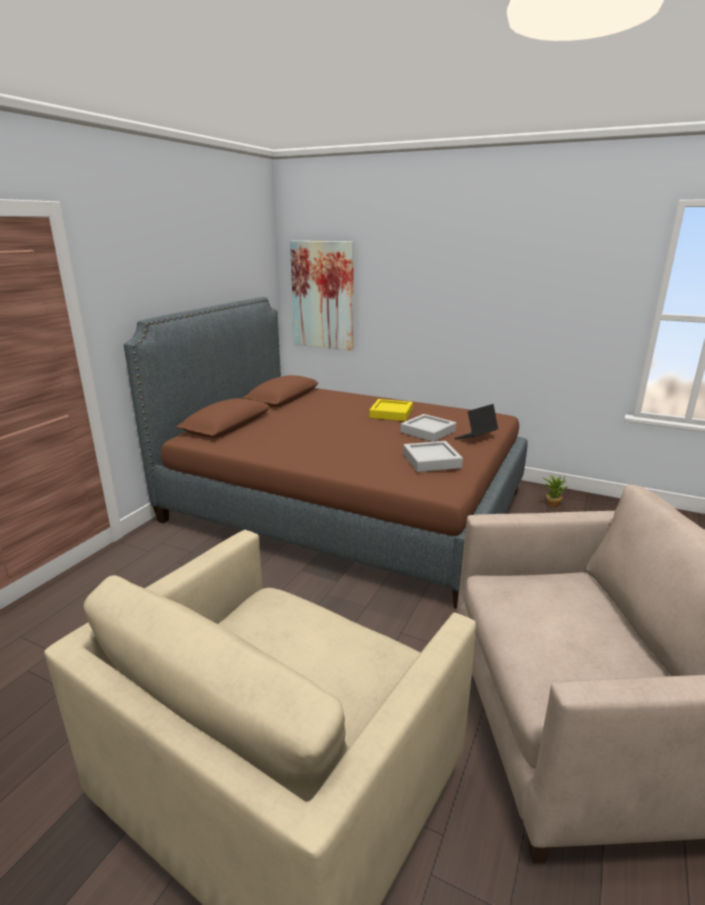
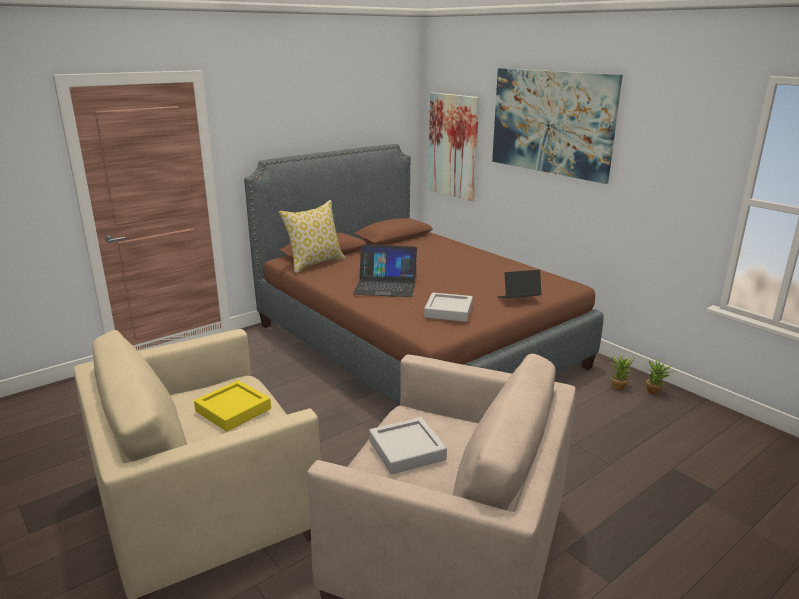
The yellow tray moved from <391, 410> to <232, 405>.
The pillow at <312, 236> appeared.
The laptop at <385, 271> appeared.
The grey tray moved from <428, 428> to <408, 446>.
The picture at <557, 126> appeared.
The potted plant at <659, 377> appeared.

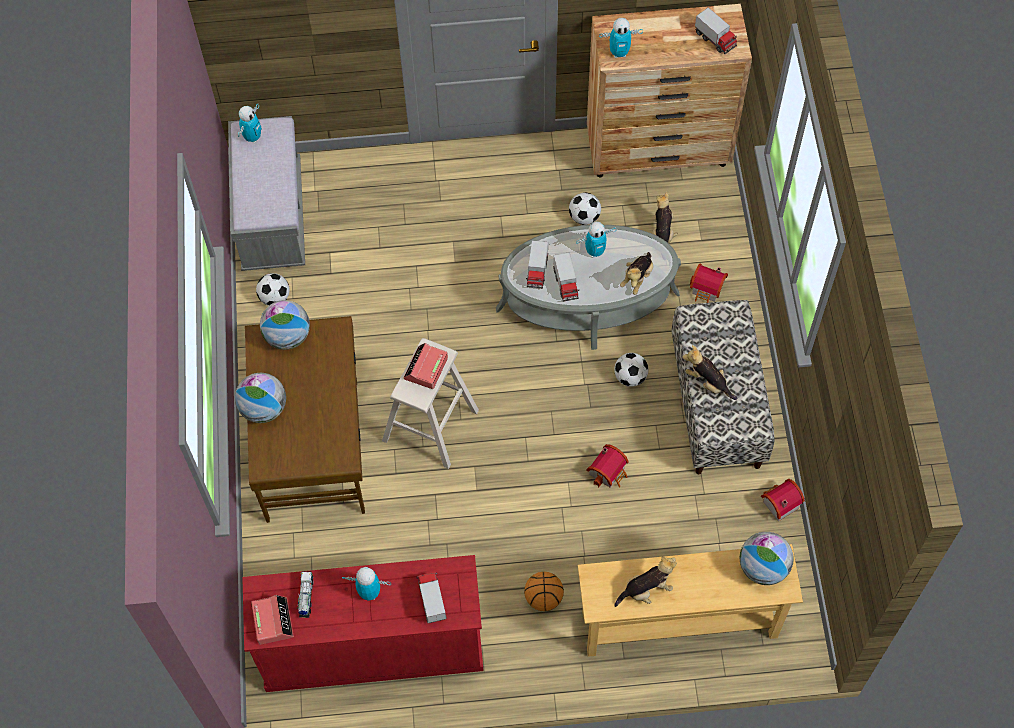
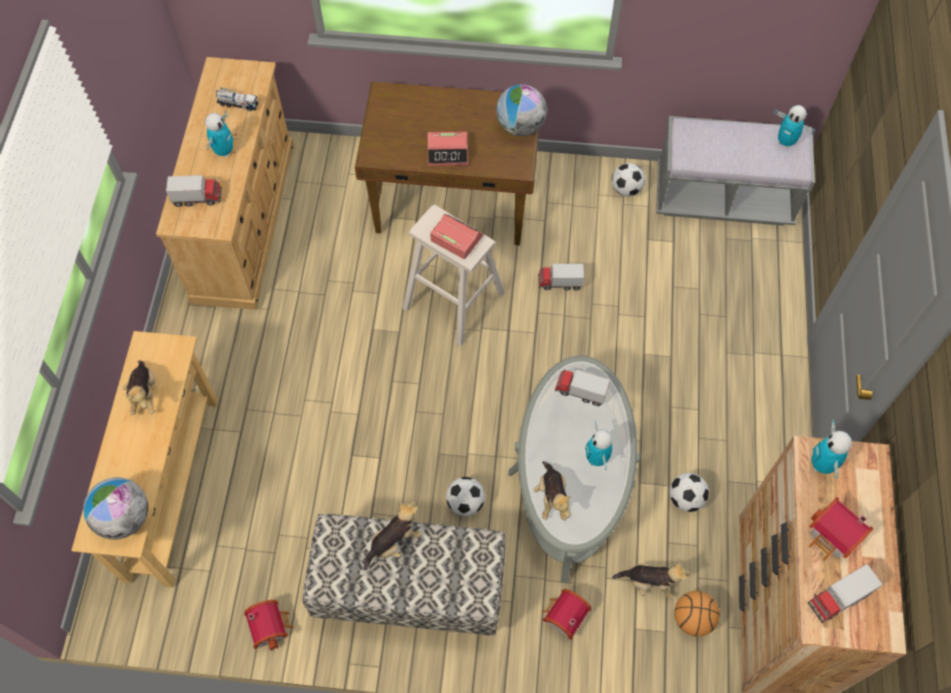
The red dresser at <362, 623> became the beige dresser at <225, 183>.
The alarm clock moved from <272, 620> to <447, 149>.
The plush toy at <636, 273> turned 135 degrees counterclockwise.
The toy truck moved from <566, 277> to <561, 277>.
The basketball moved from <544, 591> to <697, 614>.
The toy house moved from <607, 466> to <841, 528>.
The globe at <260, 398> disappeared.

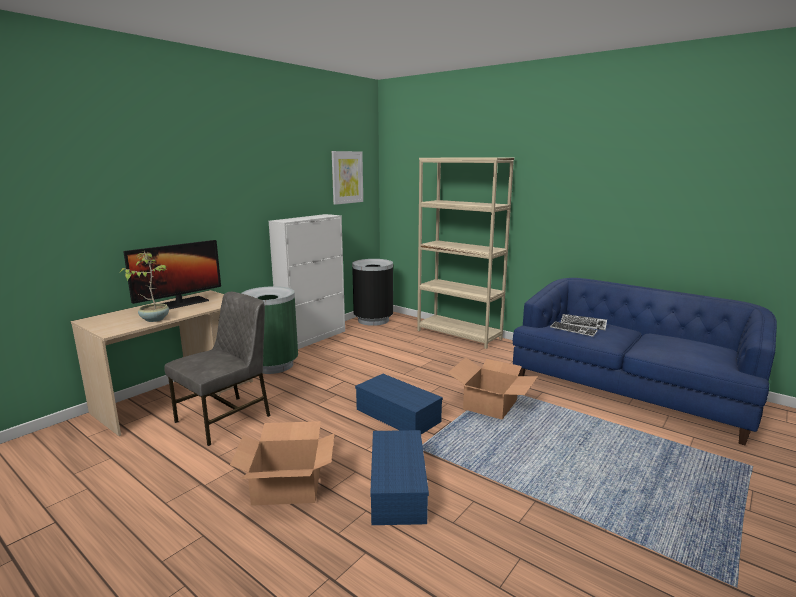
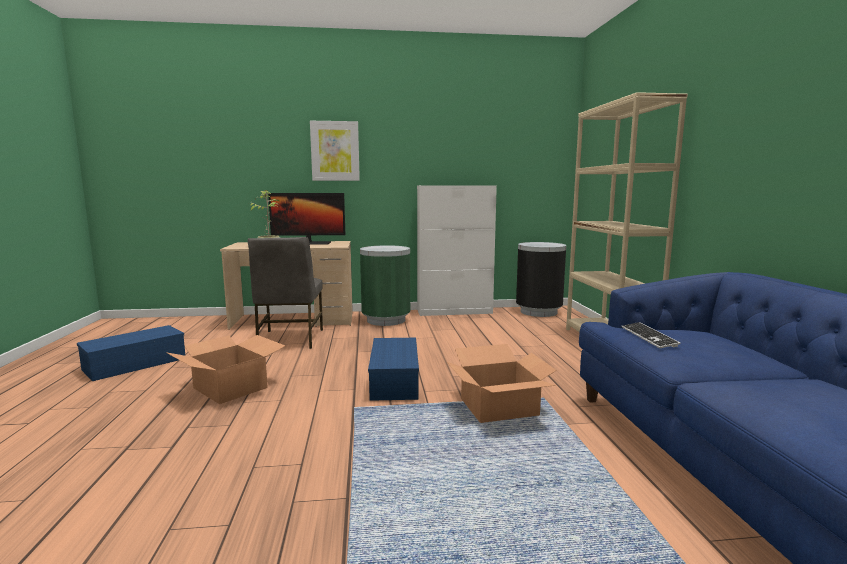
The blue storage box moved from <399, 477> to <131, 353>.
The grey chair at <217, 369> turned 90 degrees clockwise.
The picture moved from <347, 178> to <335, 151>.
The keyboard at <584, 322> disappeared.

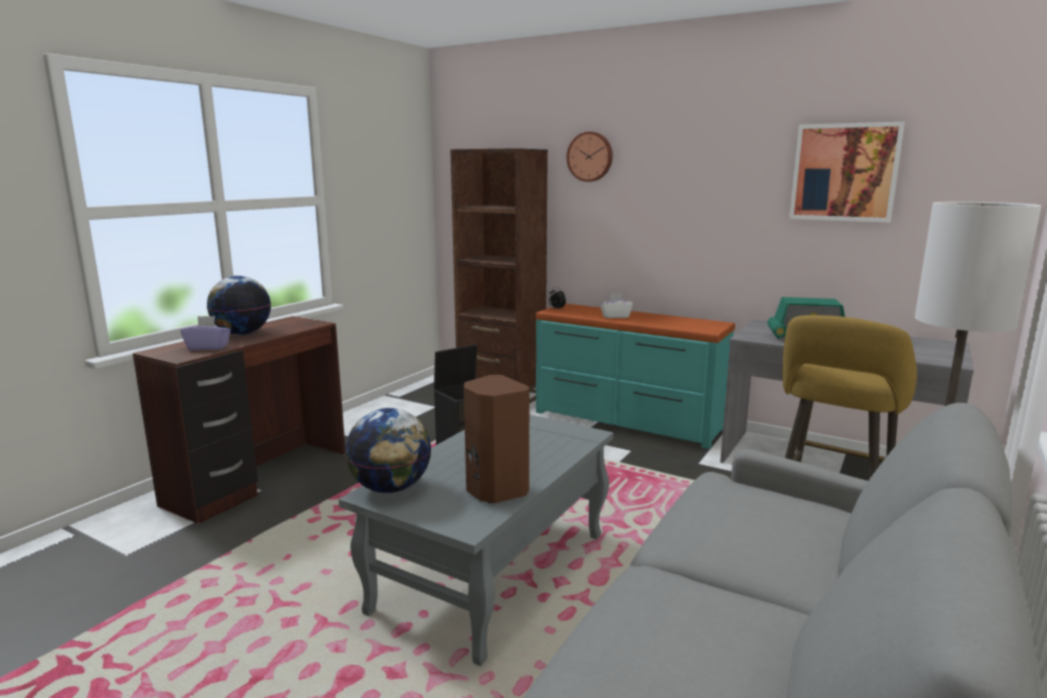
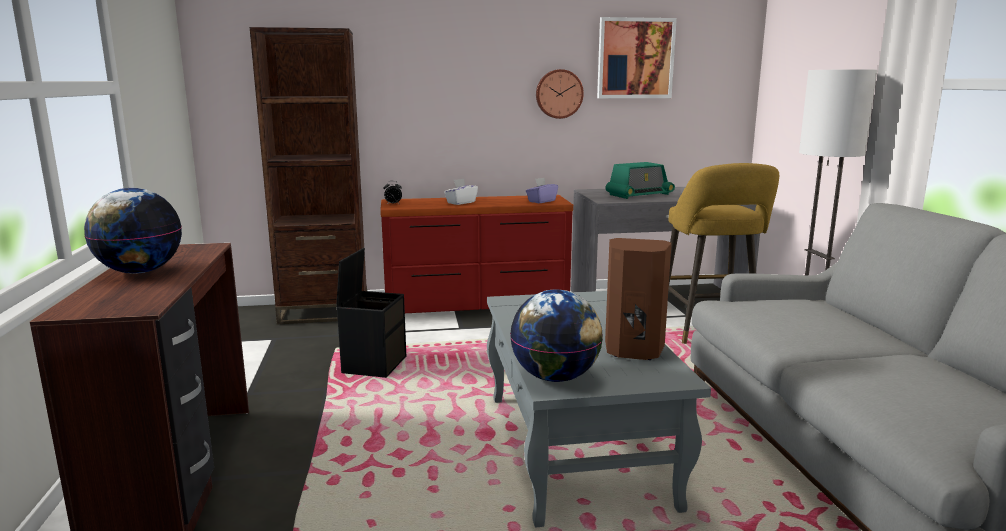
The turquoise dresser at <635, 376> became the red dresser at <476, 254>.
The purple tissue box moved from <205, 333> to <542, 190>.
The wall clock moved from <590, 157> to <560, 94>.

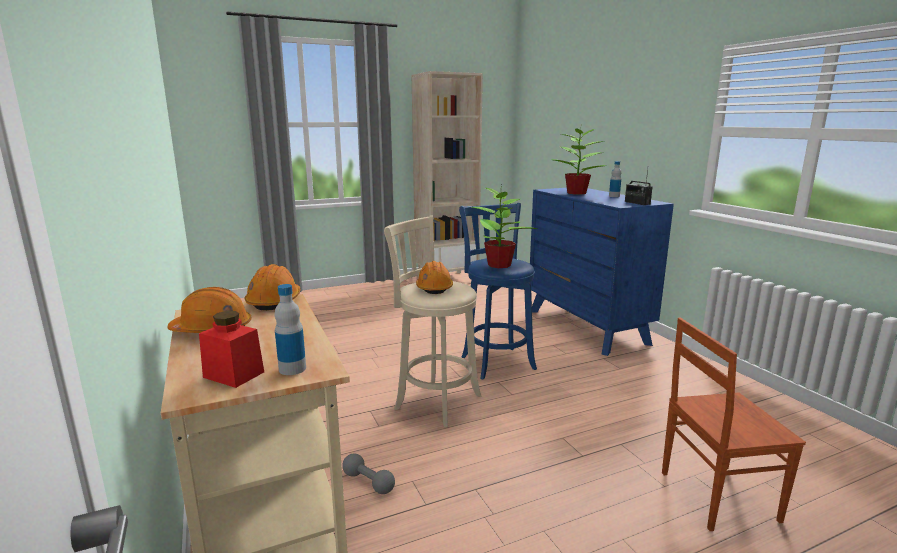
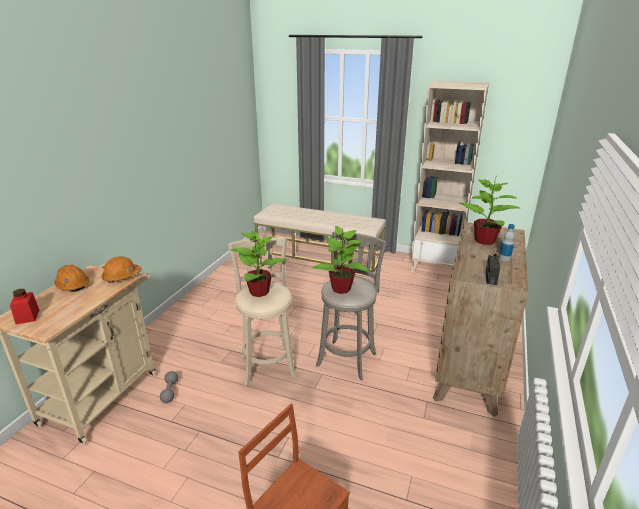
The orange hard hat at <434, 277> was replaced by the potted plant at <259, 264>.
The beige bench at <320, 238> appeared.
The blue stool at <498, 291> became the grey stool at <351, 306>.
The blue dresser at <601, 272> became the brown dresser at <480, 319>.
The bottle at <290, 329> disappeared.

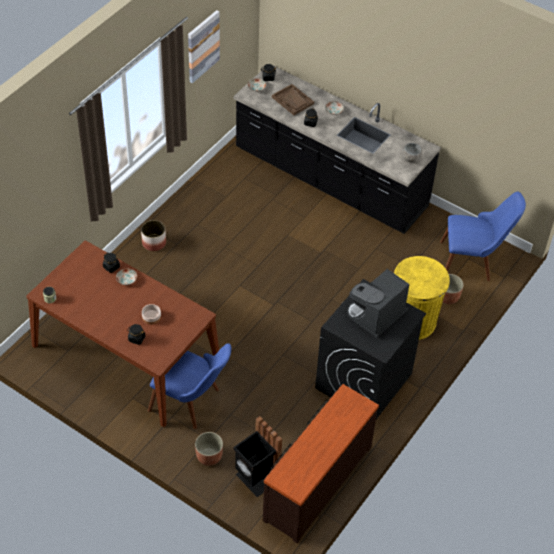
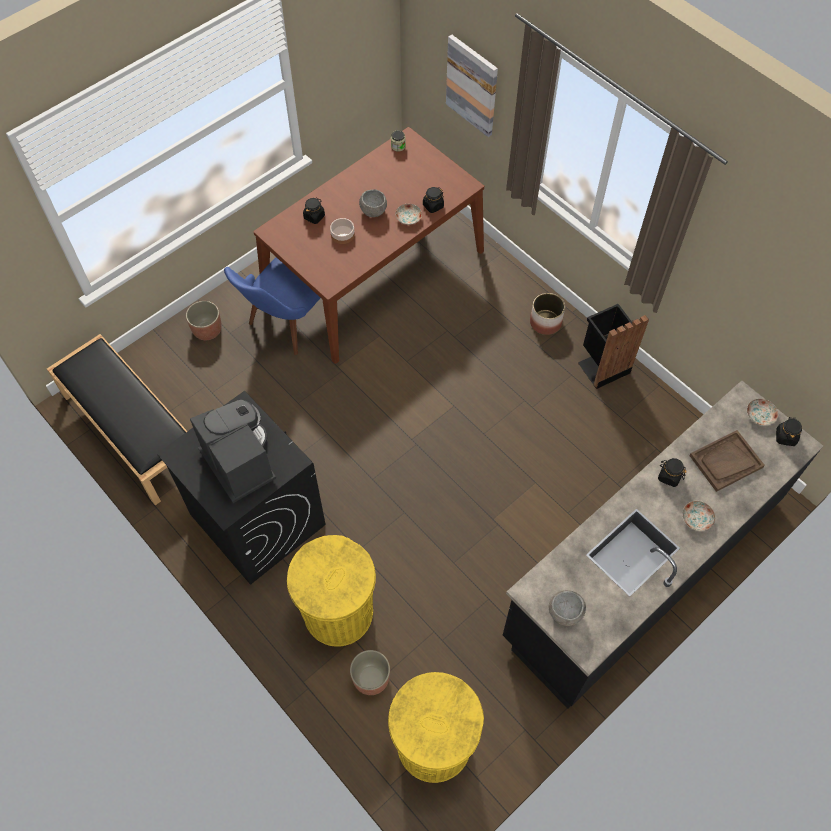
The brown dresser at <321, 463> was replaced by the black bench at <117, 419>.
The grey bowl at <373, 203> appeared.
The blue chair at <483, 236> was replaced by the yellow trash can at <436, 727>.
The picture moved from <204, 46> to <472, 86>.
The black trash can moved from <257, 456> to <613, 346>.

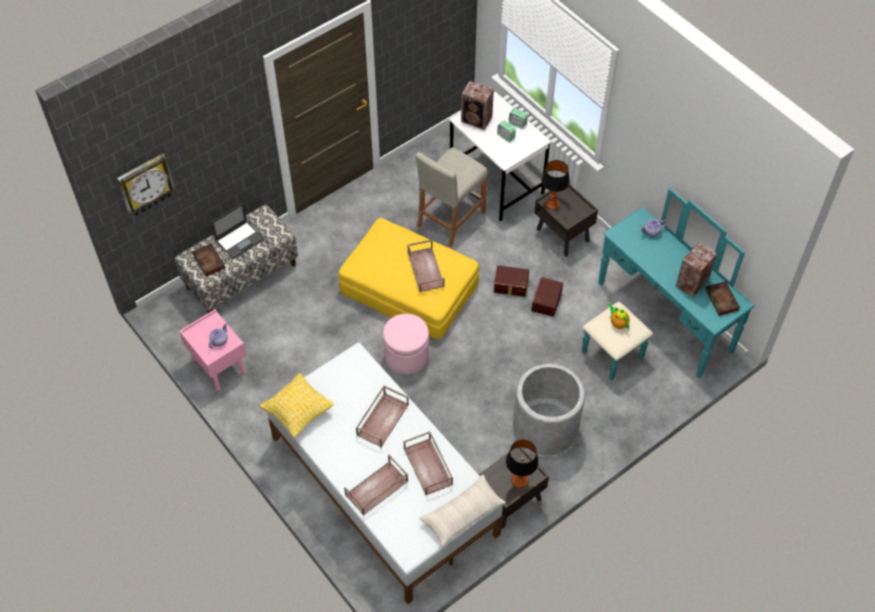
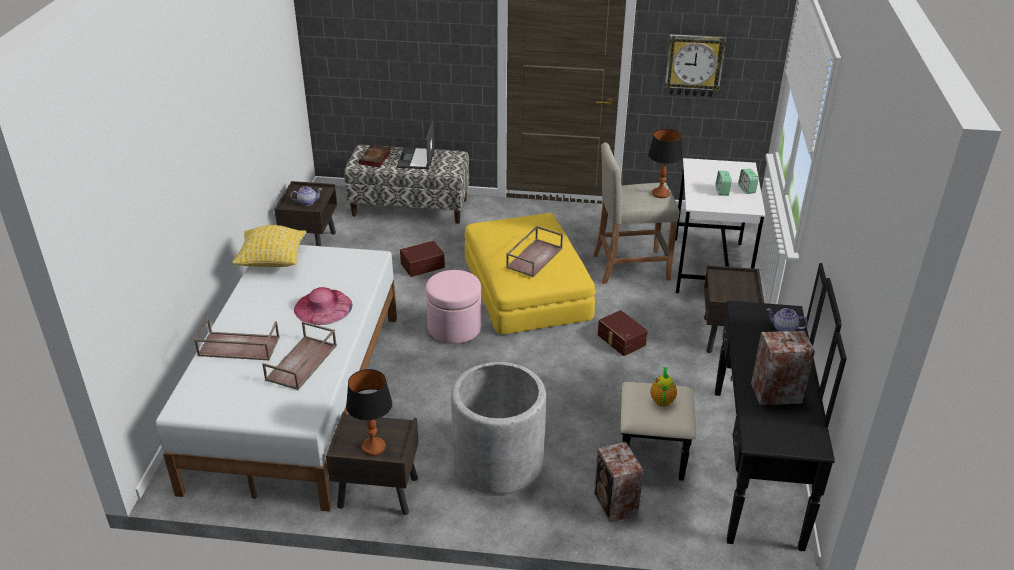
The pink nightstand at <213, 350> became the brown nightstand at <305, 213>.
The brown tray at <382, 416> was replaced by the pink hat at <323, 306>.
The laptop at <237, 231> turned 90 degrees clockwise.
The brown storage box moved from <547, 297> to <422, 258>.
The speaker moved from <477, 105> to <619, 482>.
The turquoise dresser at <668, 284> became the black dresser at <734, 407>.
The table lamp moved from <555, 185> to <665, 163>.
The wall clock moved from <146, 184> to <695, 65>.
The beige pillow at <463, 511> disappeared.
The book at <722, 298> disappeared.

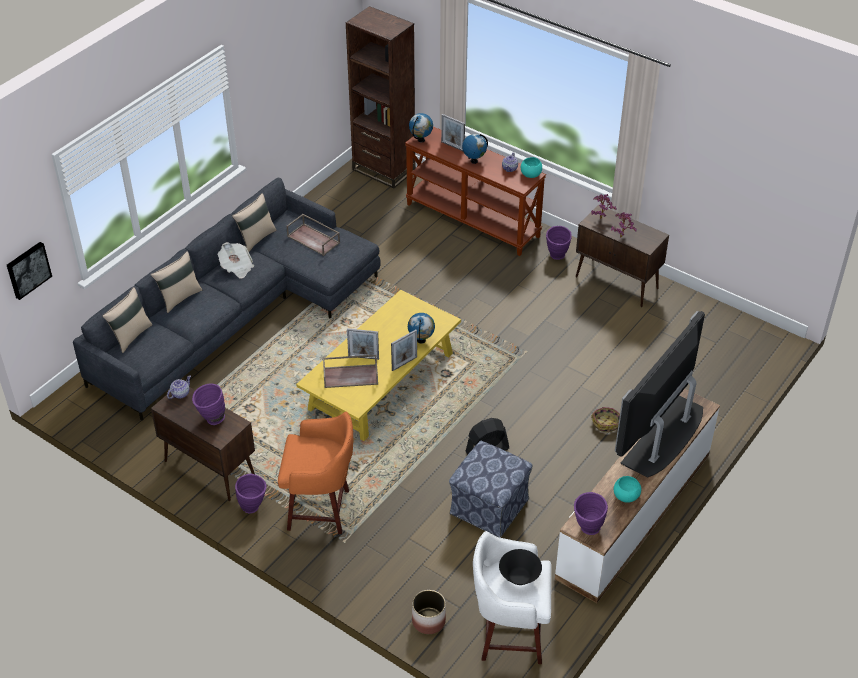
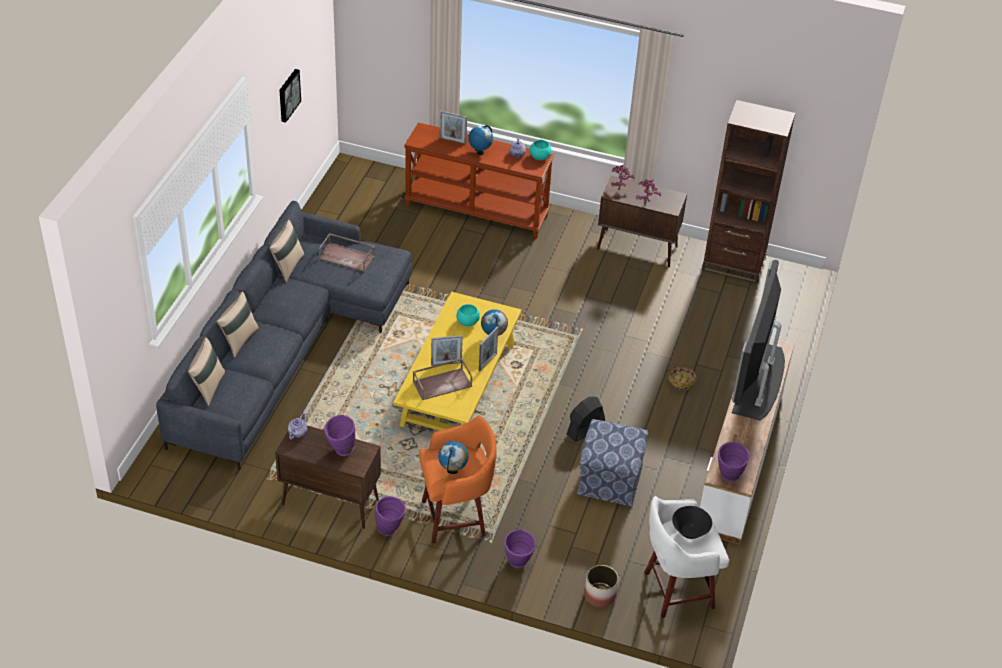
The picture moved from <29, 271> to <290, 96>.
The globe moved from <421, 127> to <453, 457>.
The turquoise bowl moved from <627, 489> to <468, 315>.
The purple vase moved from <559, 243> to <520, 548>.
The brown bookcase moved from <381, 97> to <748, 192>.
The newspaper at <236, 260> disappeared.

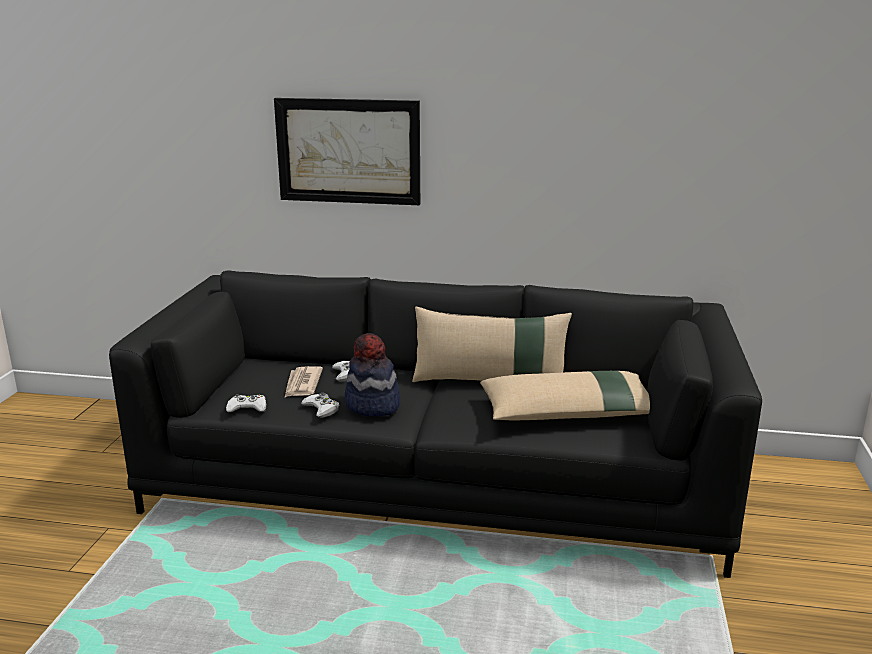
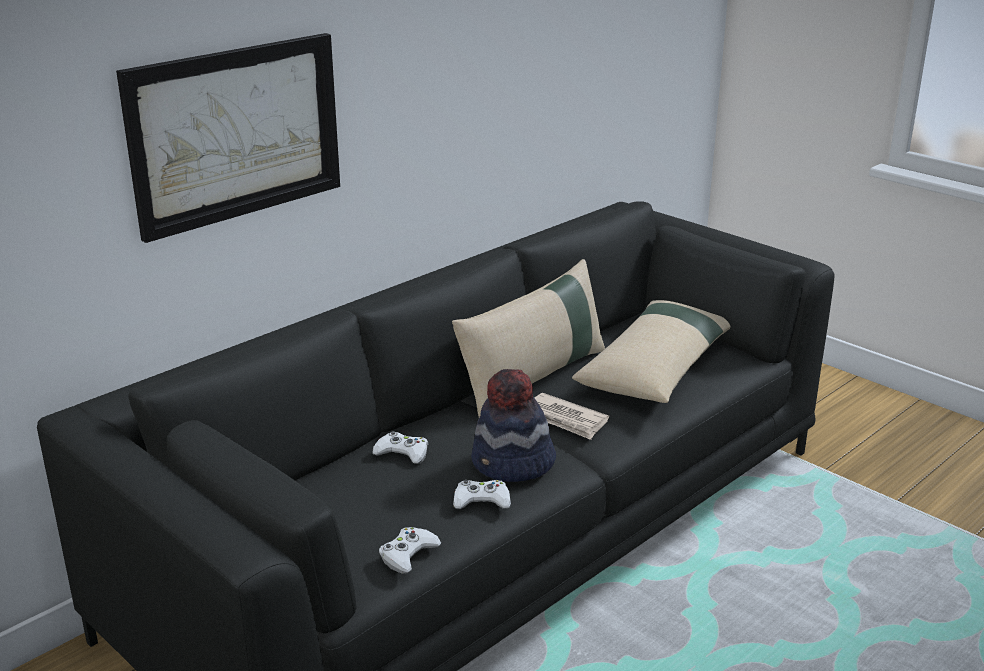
The newspaper moved from <304, 381> to <572, 416>.

